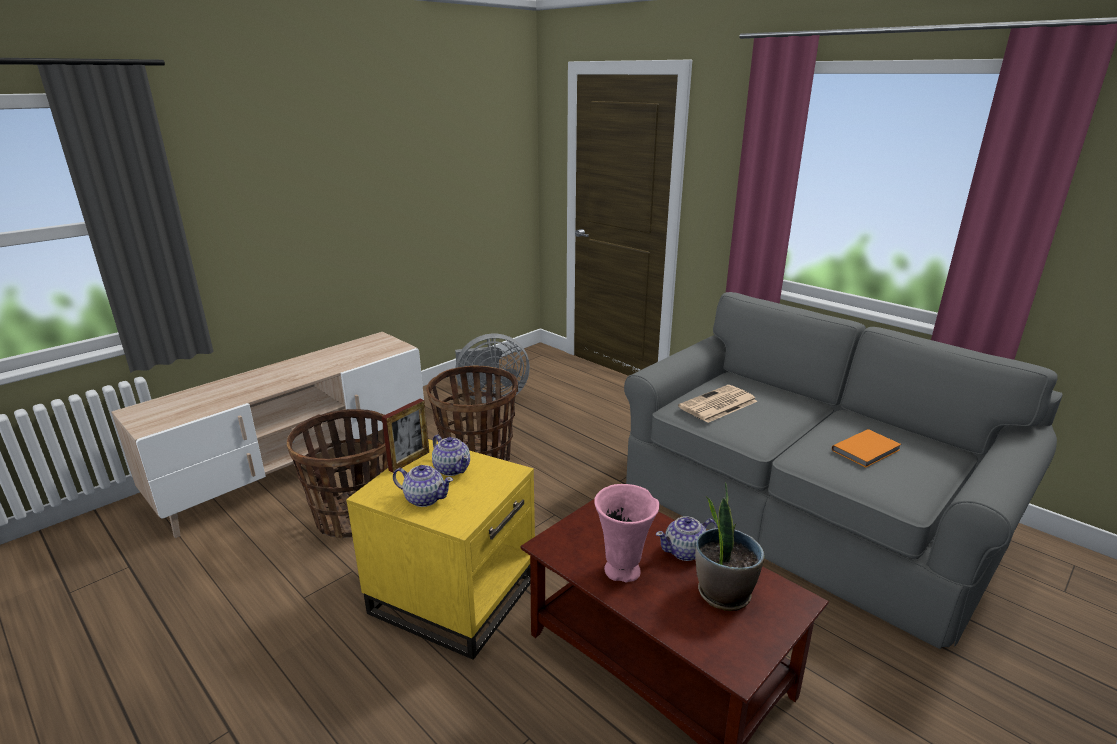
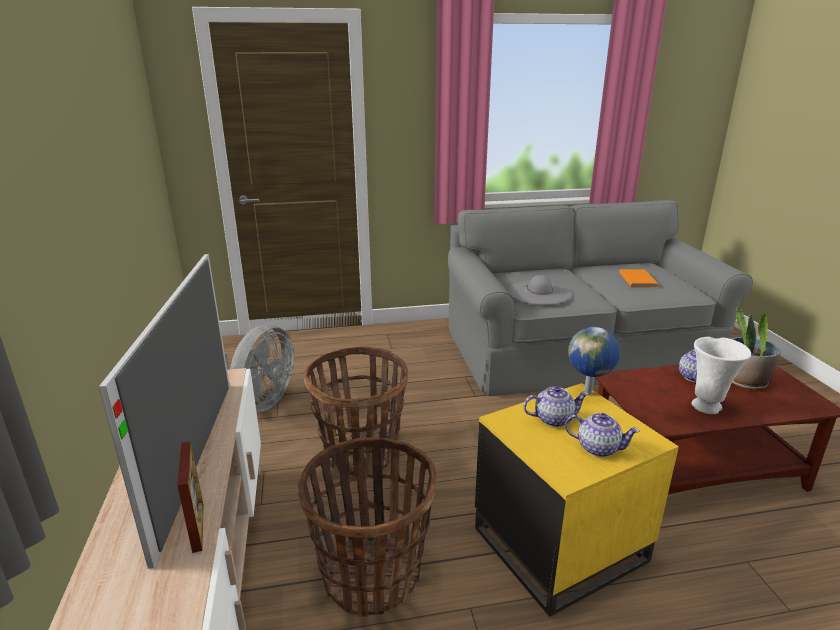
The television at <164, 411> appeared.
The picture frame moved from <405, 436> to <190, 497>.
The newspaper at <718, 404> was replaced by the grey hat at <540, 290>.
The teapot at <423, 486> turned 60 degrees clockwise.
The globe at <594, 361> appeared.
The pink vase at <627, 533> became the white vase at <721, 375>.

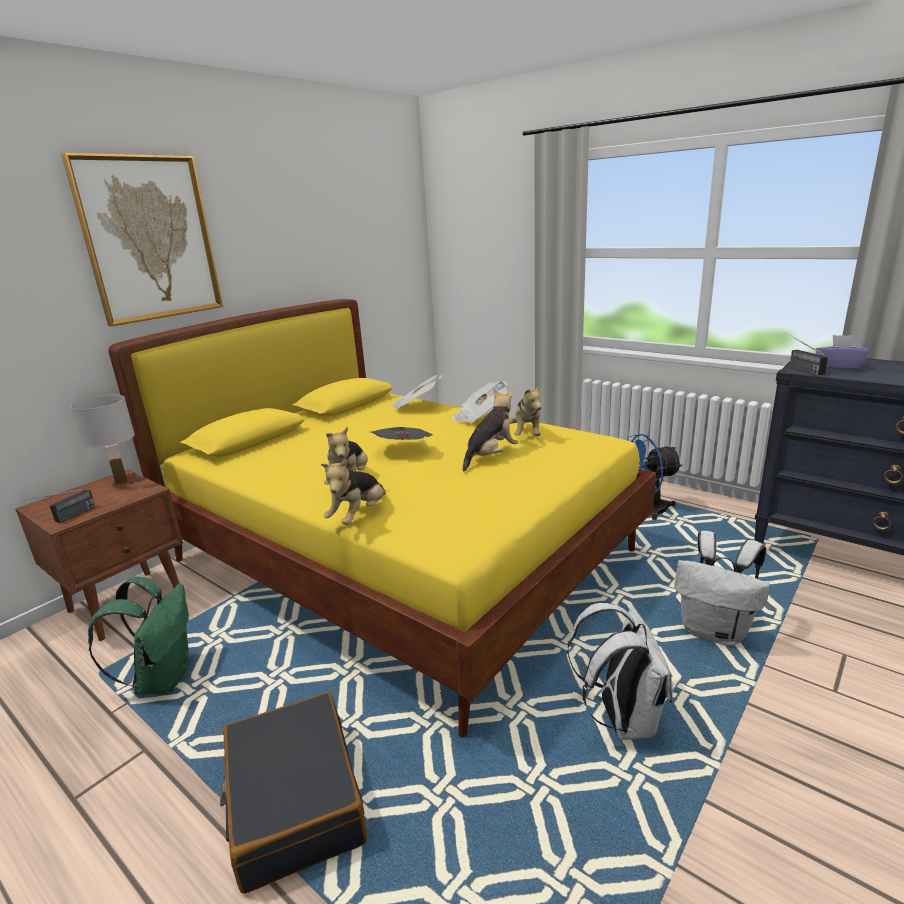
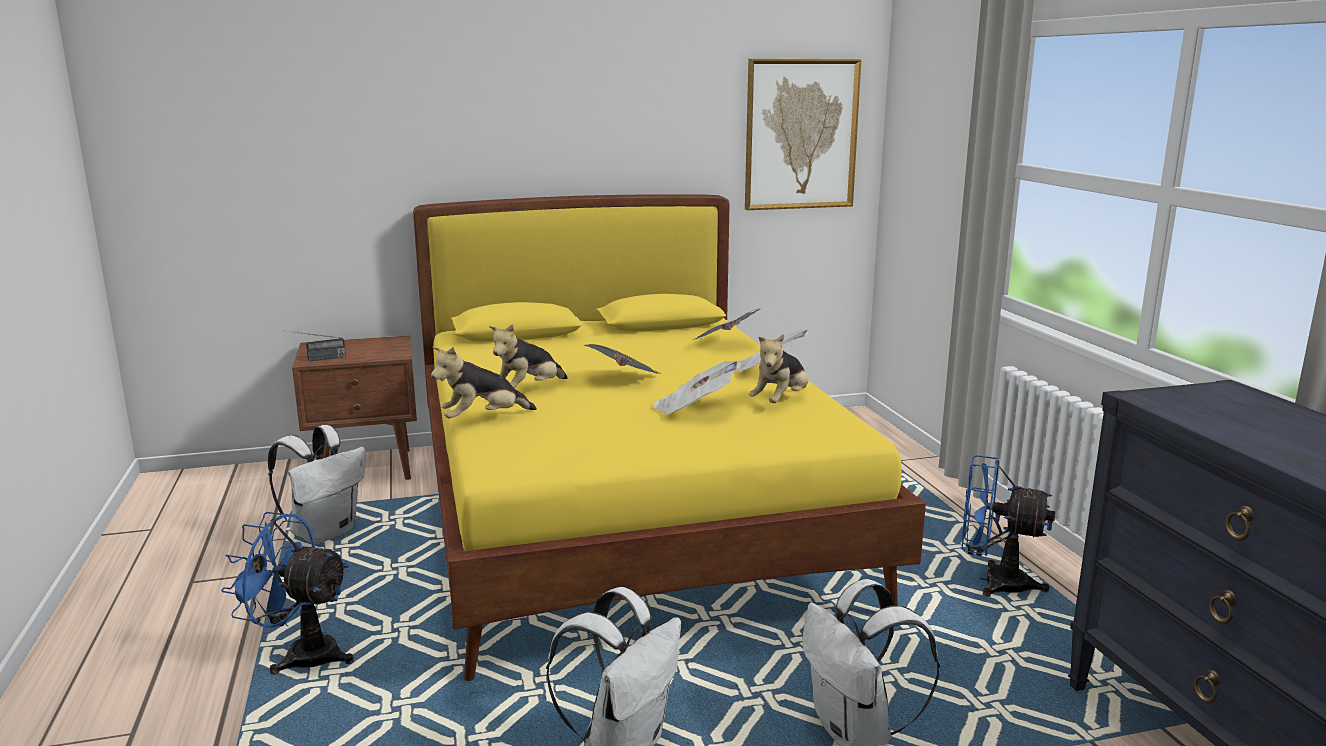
The black suitcase at <293, 793> was replaced by the blue fan at <287, 593>.
The green backpack at <138, 636> became the white backpack at <317, 484>.
The plush toy at <491, 430> was replaced by the newspaper at <697, 388>.
The picture moved from <142, 240> to <803, 134>.
The white table lamp at <102, 440> disappeared.
The radio at <806, 353> disappeared.
The purple tissue box at <842, 352> disappeared.

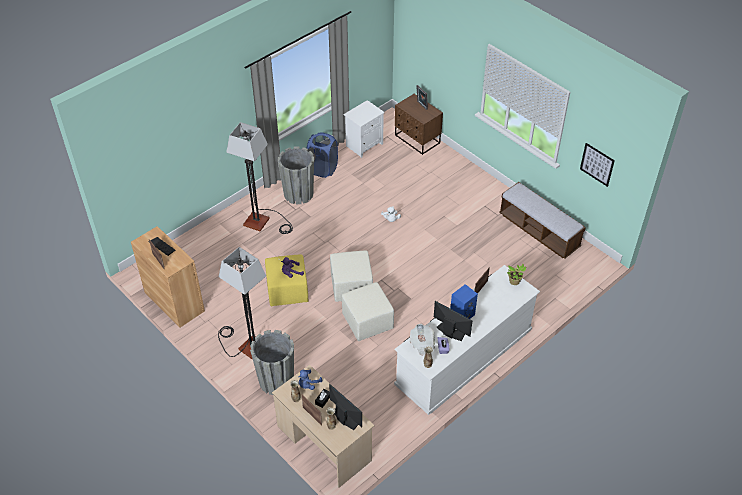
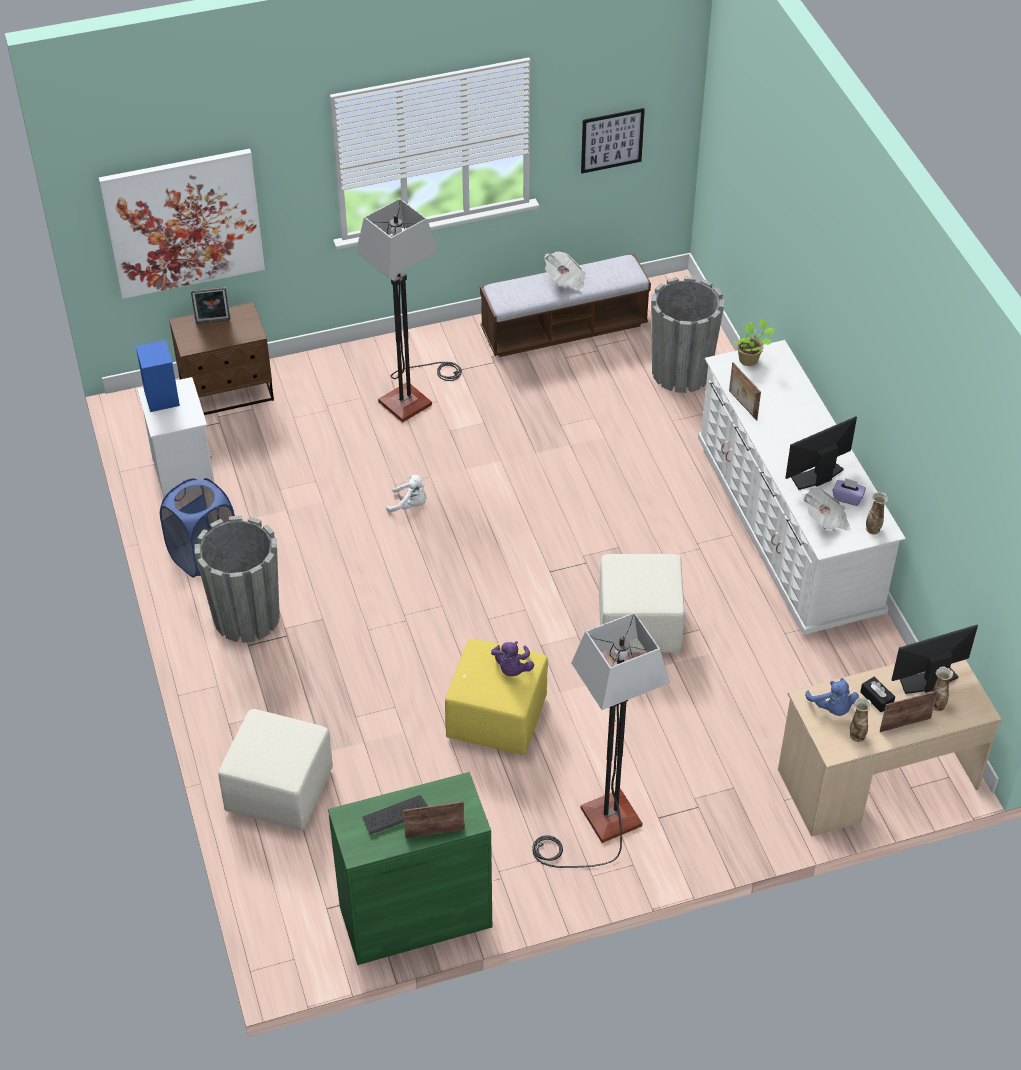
The picture at <182, 224> appeared.
The blue speaker moved from <464, 301> to <158, 376>.
The beige ottoman moved from <351, 276> to <275, 770>.
The brown cabinet at <168, 277> became the green cabinet at <410, 868>.
The floor lamp moved from <259, 178> to <409, 310>.
The newspaper at <564, 271> appeared.
The grey planter moved from <272, 362> to <687, 334>.

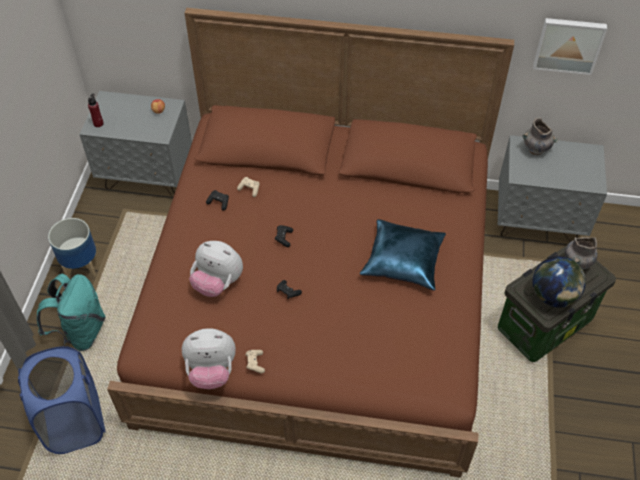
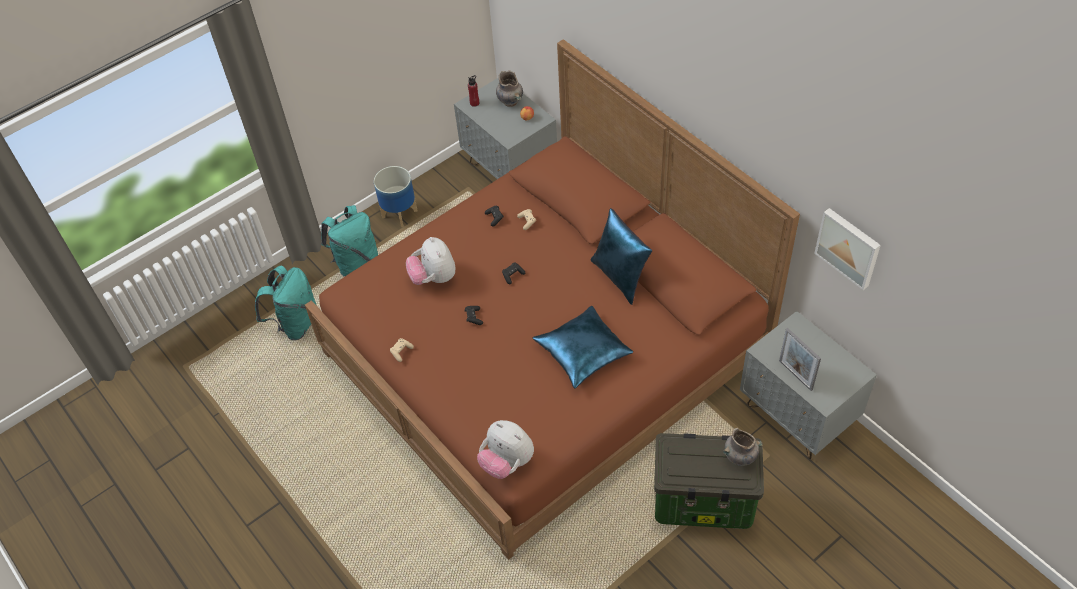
The blue laundry basket at <61, 400> was replaced by the turquoise backpack at <286, 303>.
The plush toy moved from <209, 358> to <505, 449>.
The grey vase moved from <540, 136> to <509, 88>.
The blue pillow at <621, 256> appeared.
The picture frame at <800, 359> appeared.
The globe at <559, 281> disappeared.

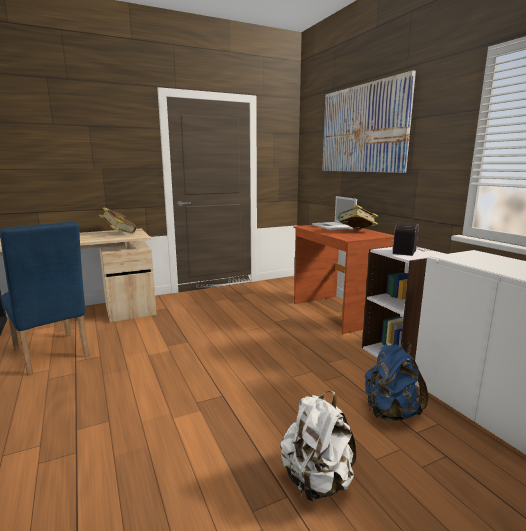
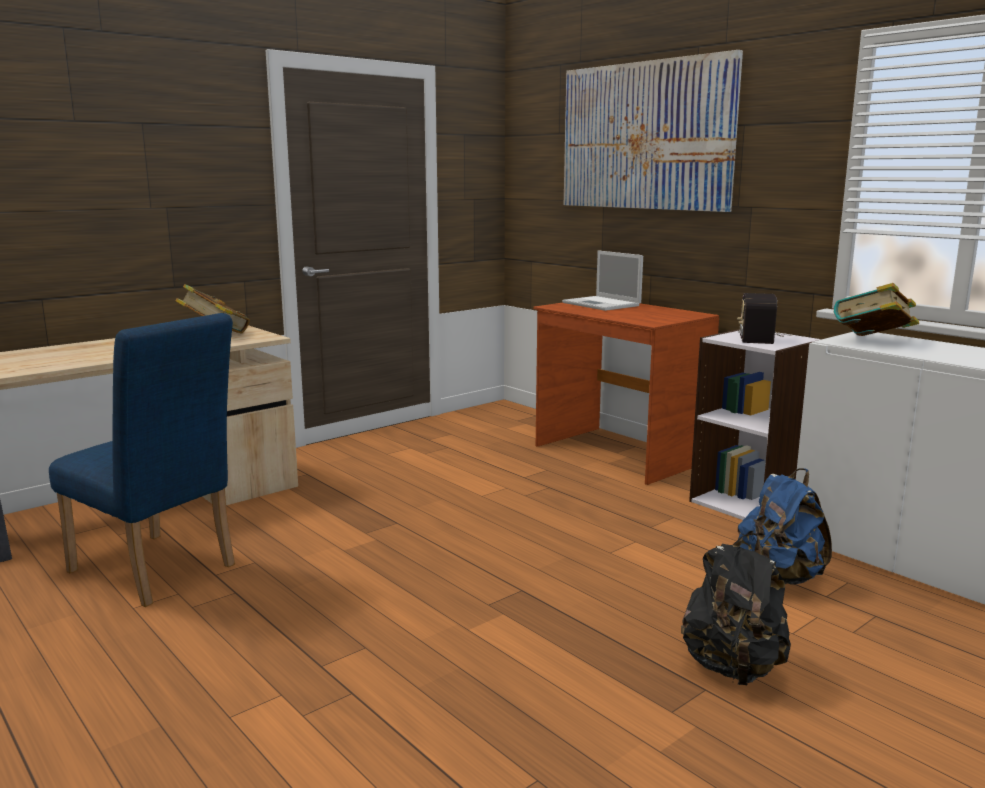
The white backpack at <318, 446> became the black backpack at <736, 609>.
The book moved from <358, 217> to <876, 309>.

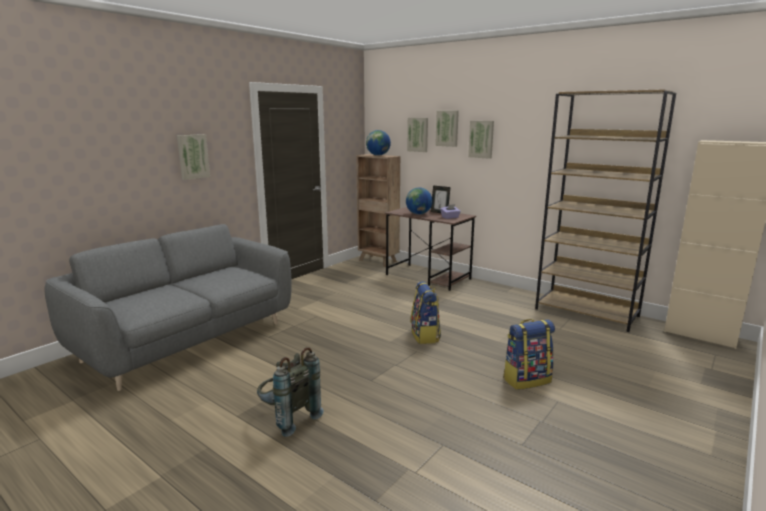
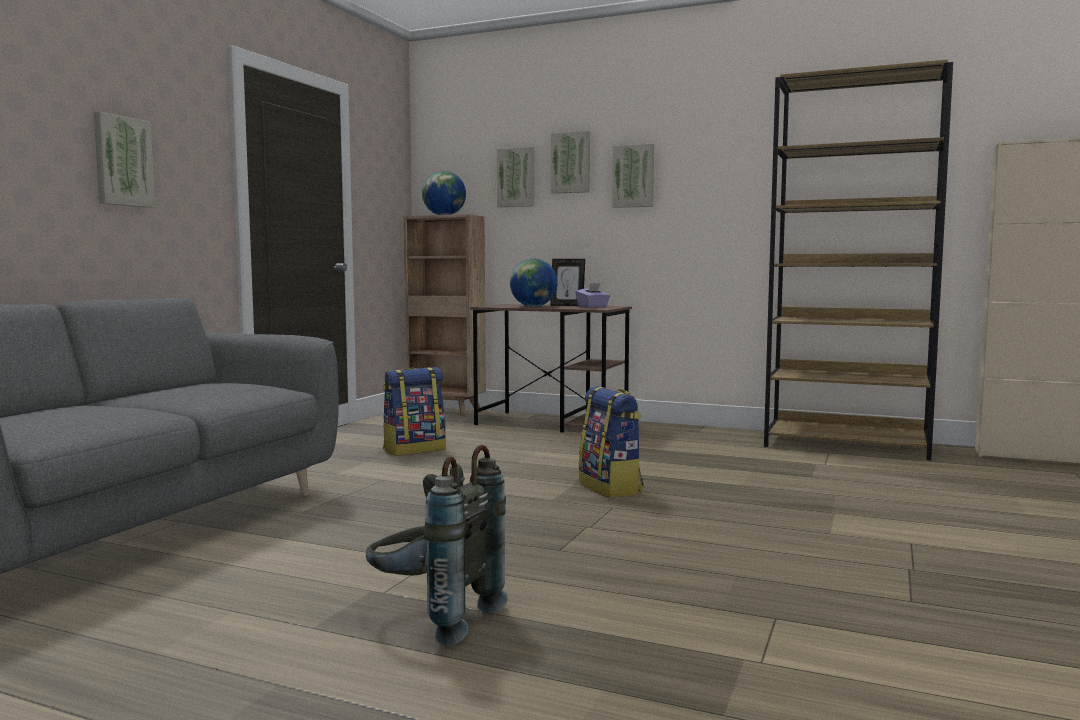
The backpack moved from <529, 354> to <414, 411>.

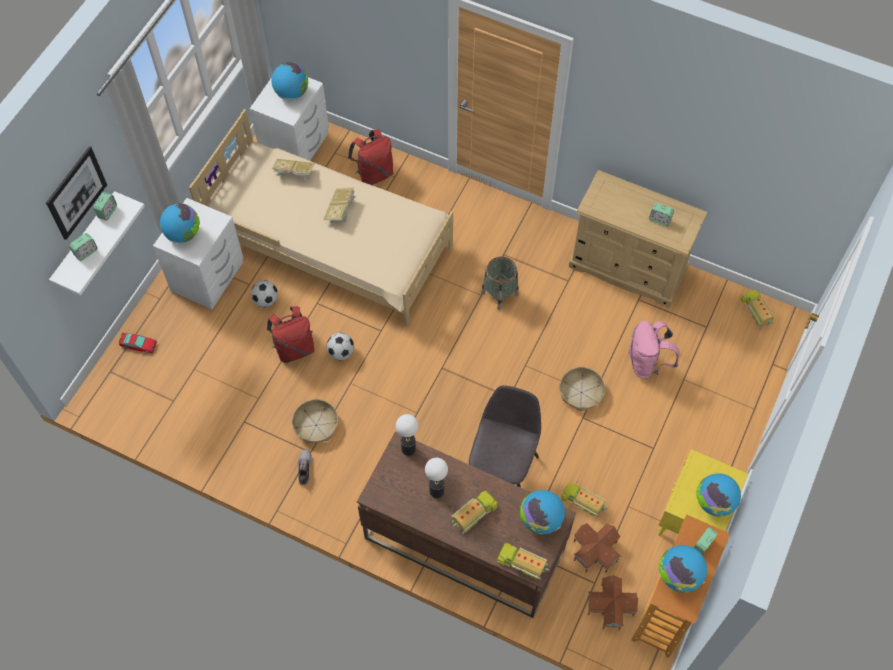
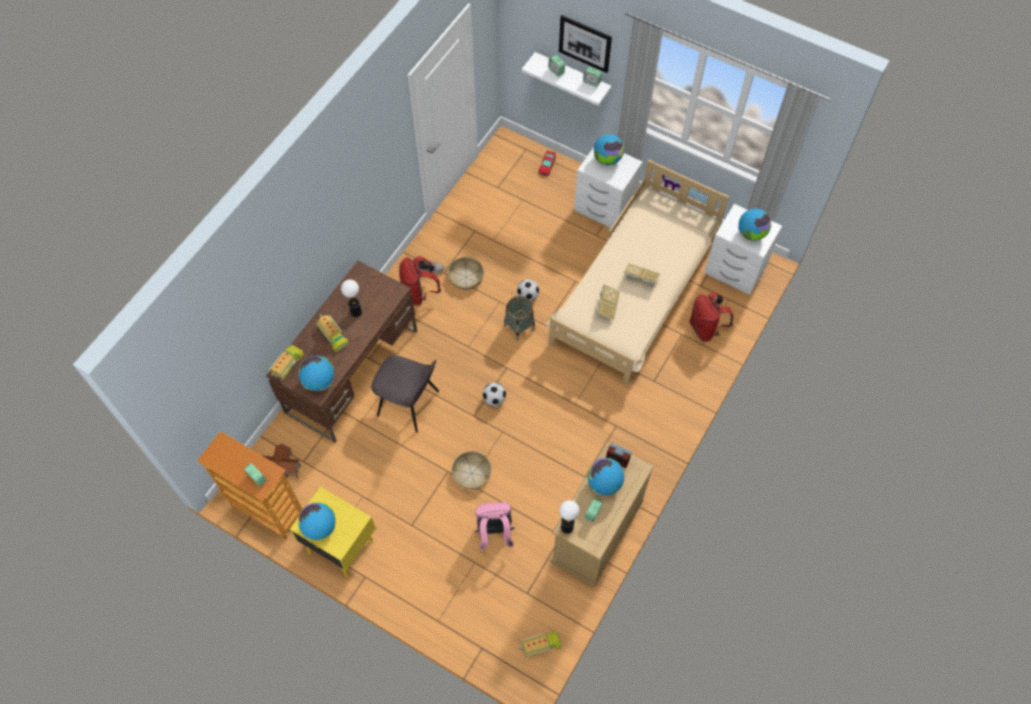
The red backpack moved from <290, 334> to <420, 281>.
The football moved from <264, 293> to <494, 394>.
The basket moved from <500, 283> to <519, 318>.
The table lamp moved from <407, 435> to <569, 517>.
The globe moved from <683, 569> to <605, 476>.
The book moved from <293, 169> to <607, 302>.
The alarm clock at <619, 455> appeared.
The toy truck at <584, 499> disappeared.
The toy house at <597, 548> disappeared.

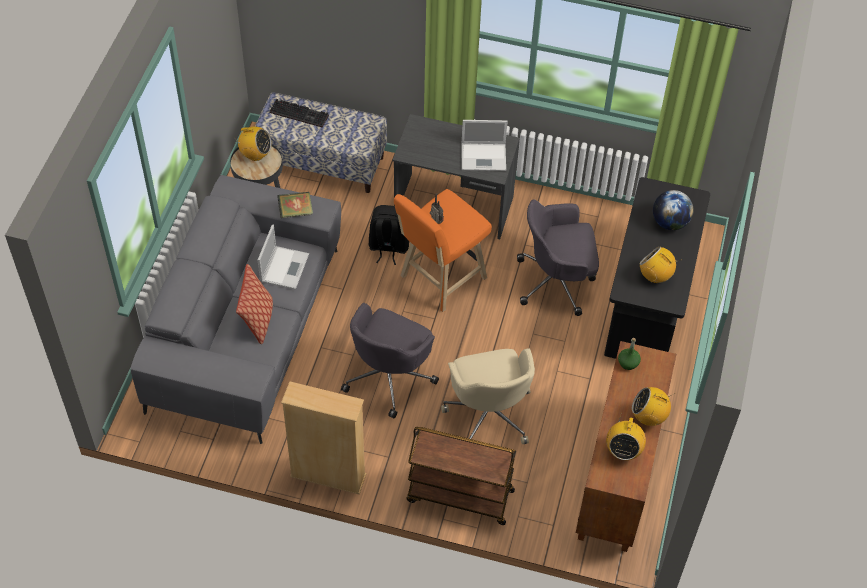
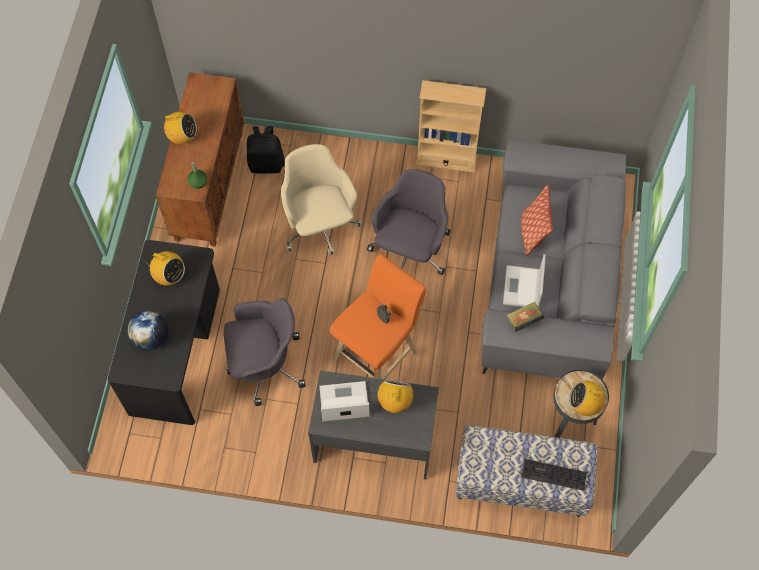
The black backpack moved from <389, 235> to <266, 150>.
The radio moved from <626, 438> to <395, 396>.
The brown cart at <461, 476> disappeared.

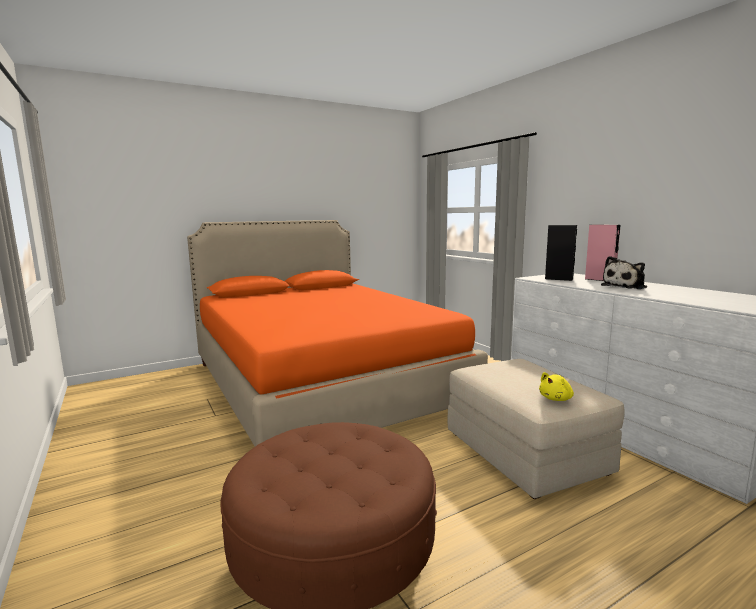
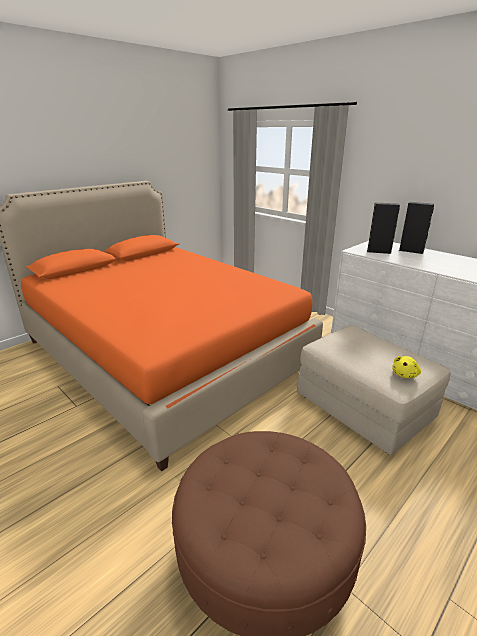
The pink speaker at <603, 253> became the black speaker at <416, 228>.
The plush toy at <624, 272> disappeared.

